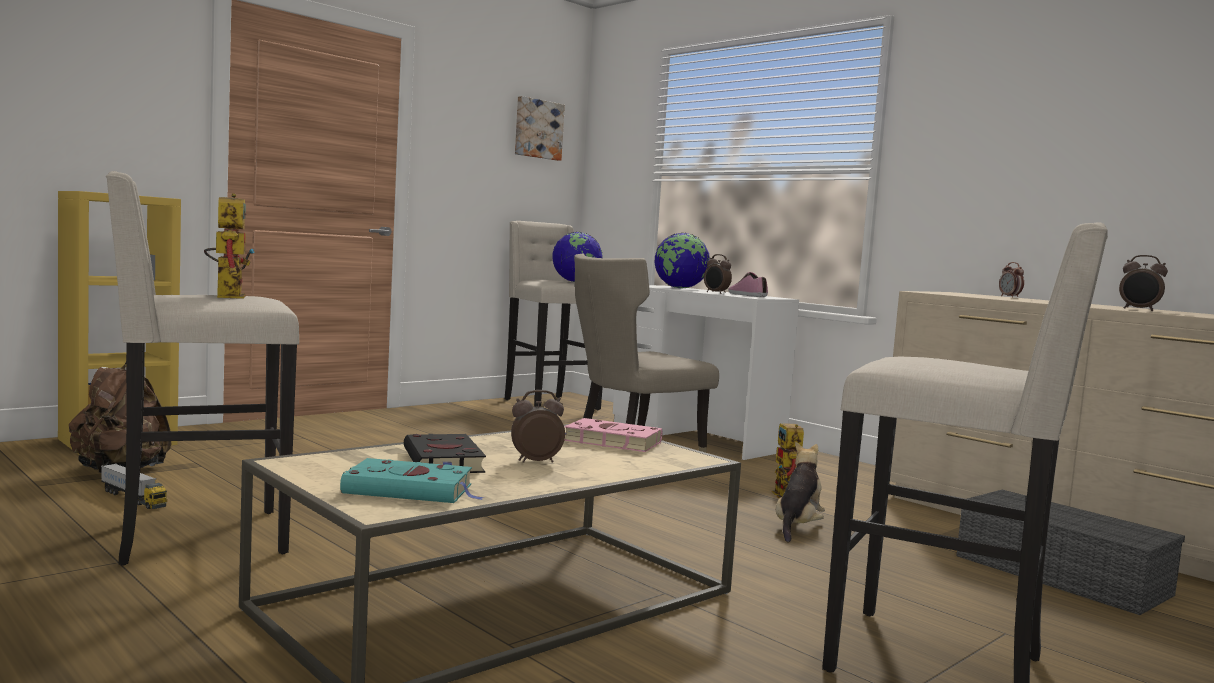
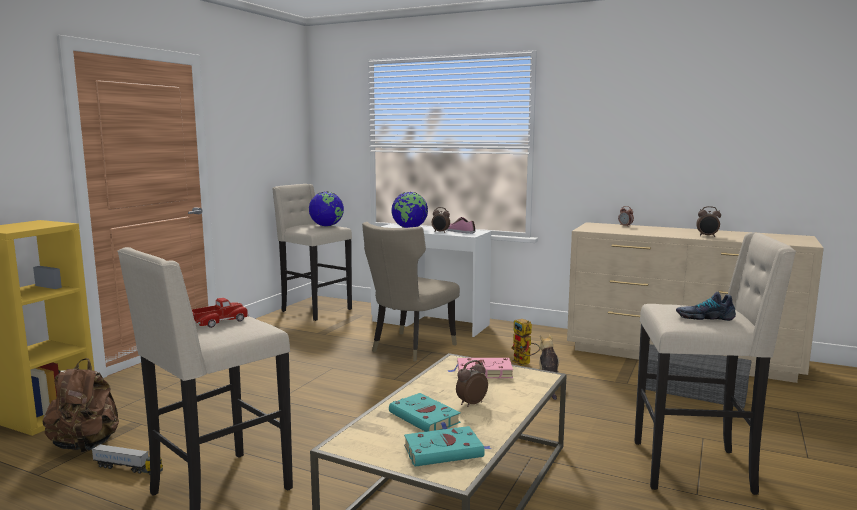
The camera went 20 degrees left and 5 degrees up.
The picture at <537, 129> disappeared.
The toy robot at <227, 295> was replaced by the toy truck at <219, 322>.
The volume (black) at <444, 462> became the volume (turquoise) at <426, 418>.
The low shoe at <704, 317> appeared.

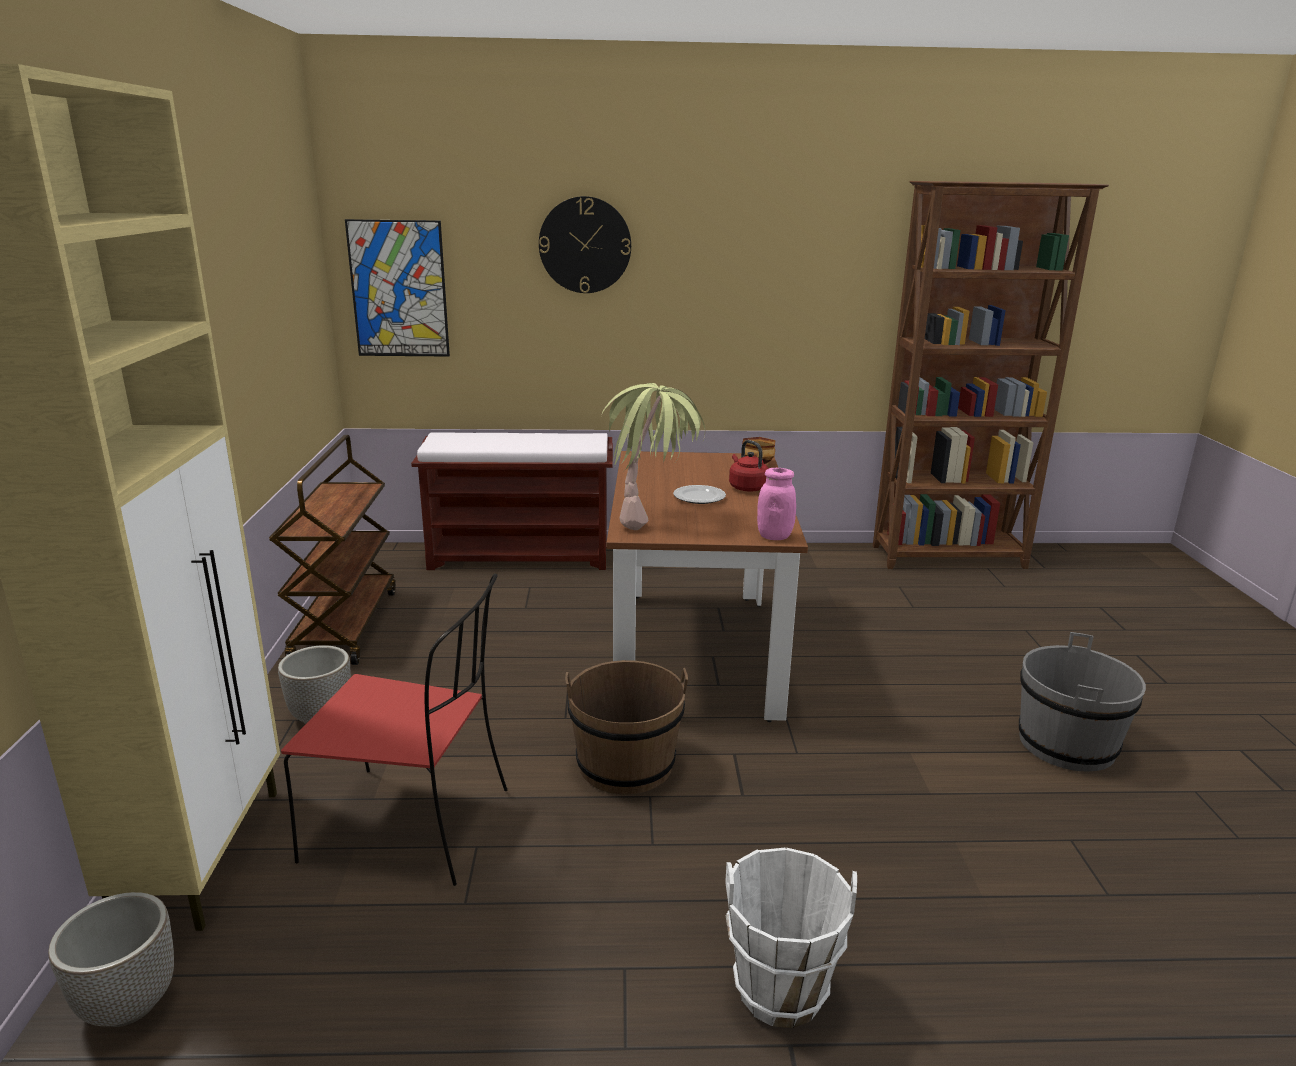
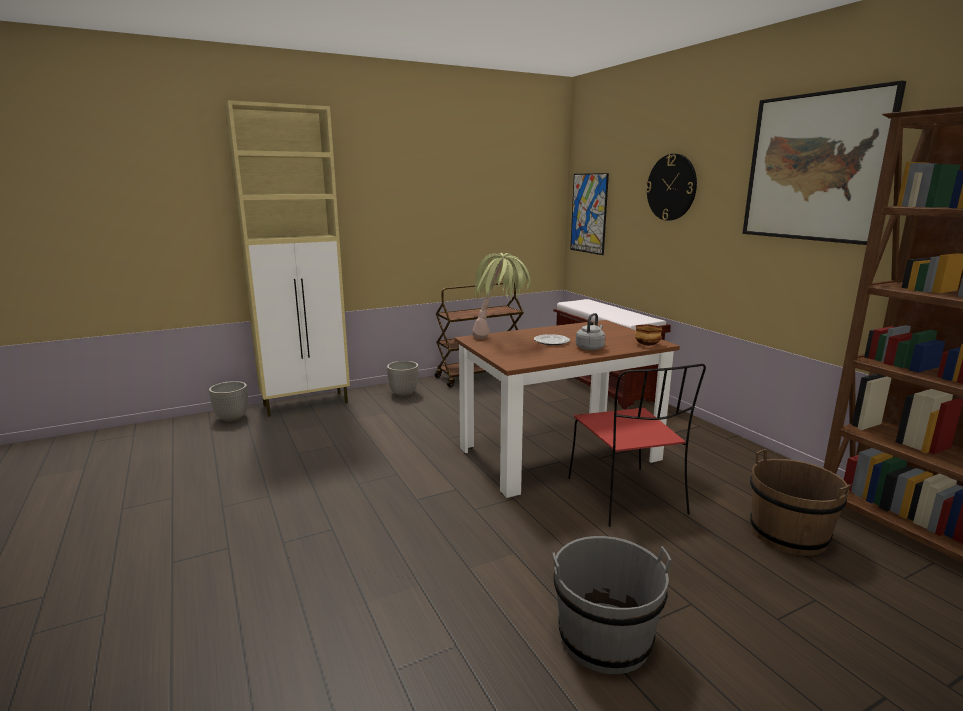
The camera went 65 degrees right and 5 degrees down.
The water kettle (red) at <746, 487> became the water kettle (gray) at <590, 348>.
The storage jar (pink-coloured) at <774, 536> disappeared.
The plain chair (red) moved from <413, 825> to <627, 497>.
The bucket (brown) moved from <625, 764> to <788, 534>.
The bucket (whitish) at <780, 990> disappeared.
The picture at <815, 167> appeared.

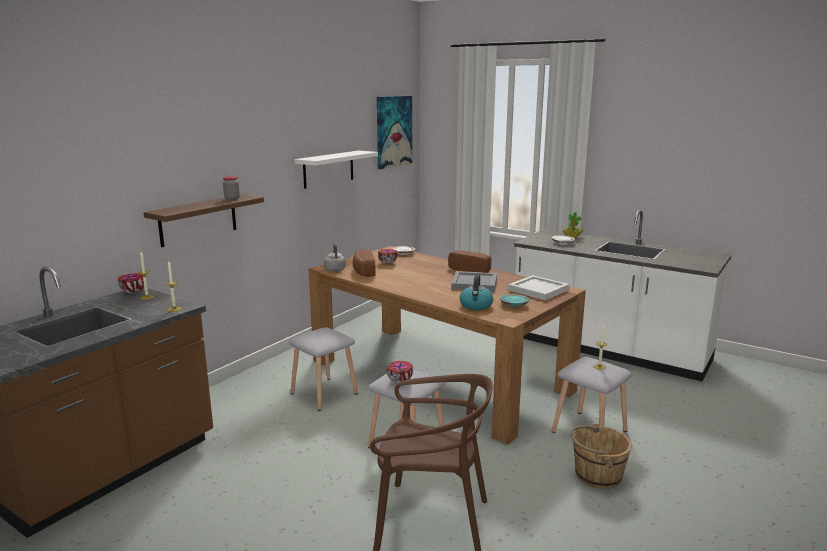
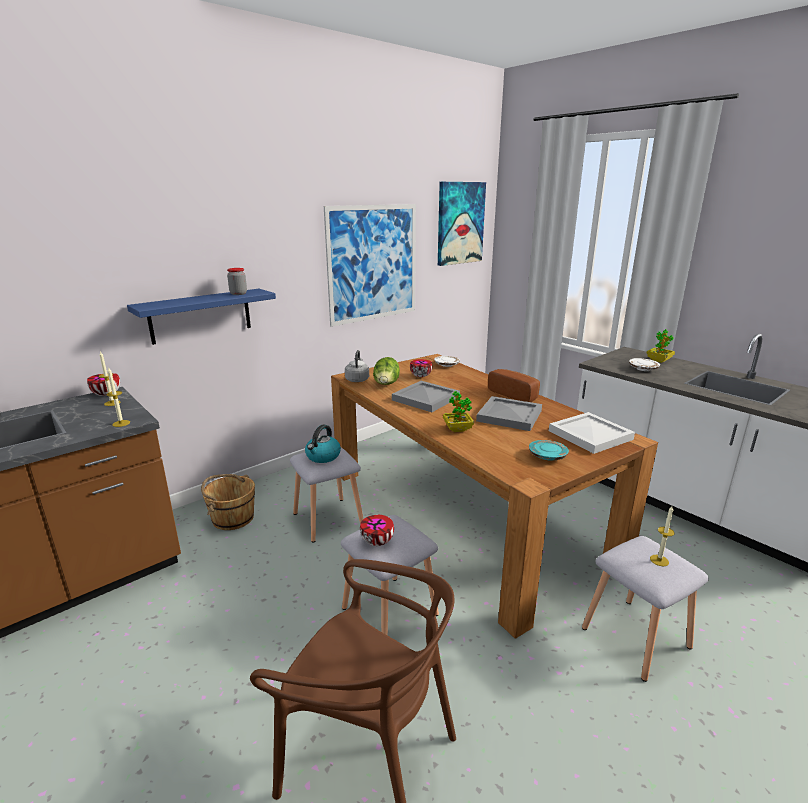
The camera went 15 degrees right and 5 degrees up.
The bracket shelf (whitish) at <328, 169> was replaced by the picture at <373, 263>.
The bracket shelf (brown) at <198, 220> became the bracket shelf (bluish) at <201, 316>.
The bakery bread at <363, 271> was replaced by the lettuce head at <386, 385>.
The water kettle moved from <476, 306> to <323, 456>.
The bucket (brown) moved from <597, 474> to <232, 518>.
The carrying tray (gray) at <425, 398> appeared.
The plant in a pot at <457, 429> appeared.

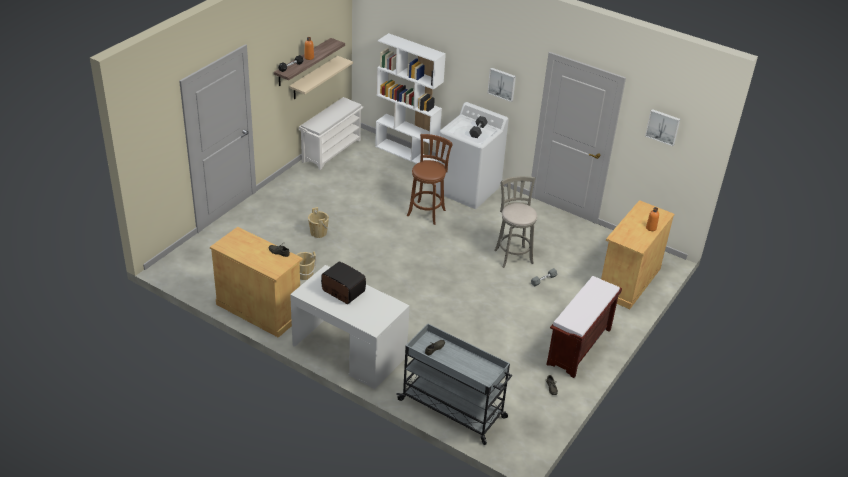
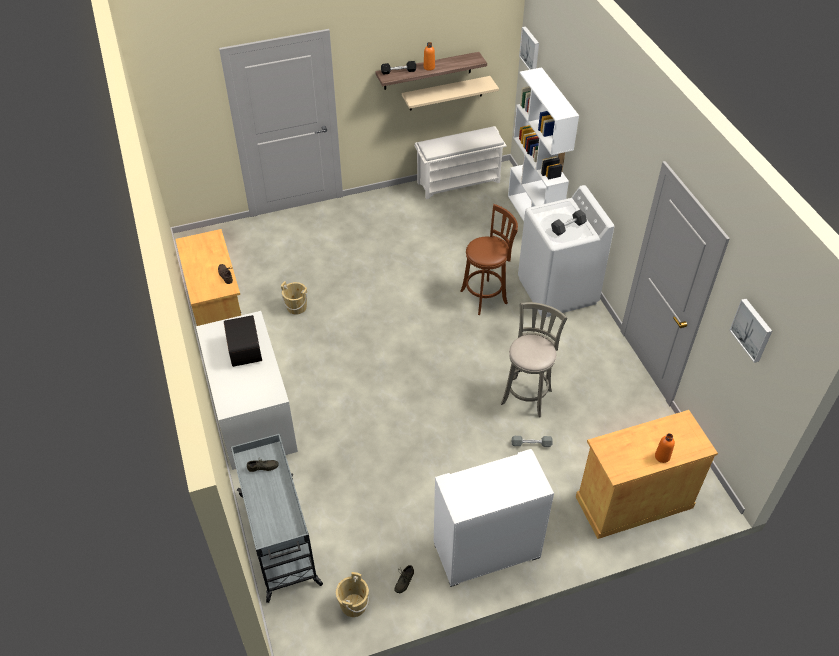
The camera went 40 degrees right and 10 degrees up.
The picture moved from <502, 84> to <530, 49>.
The bucket (sand-coloured) moved from <318, 232> to <353, 605>.
The indoor bench (brown) at <579, 347> was replaced by the cupboard (whitish) at <486, 551>.

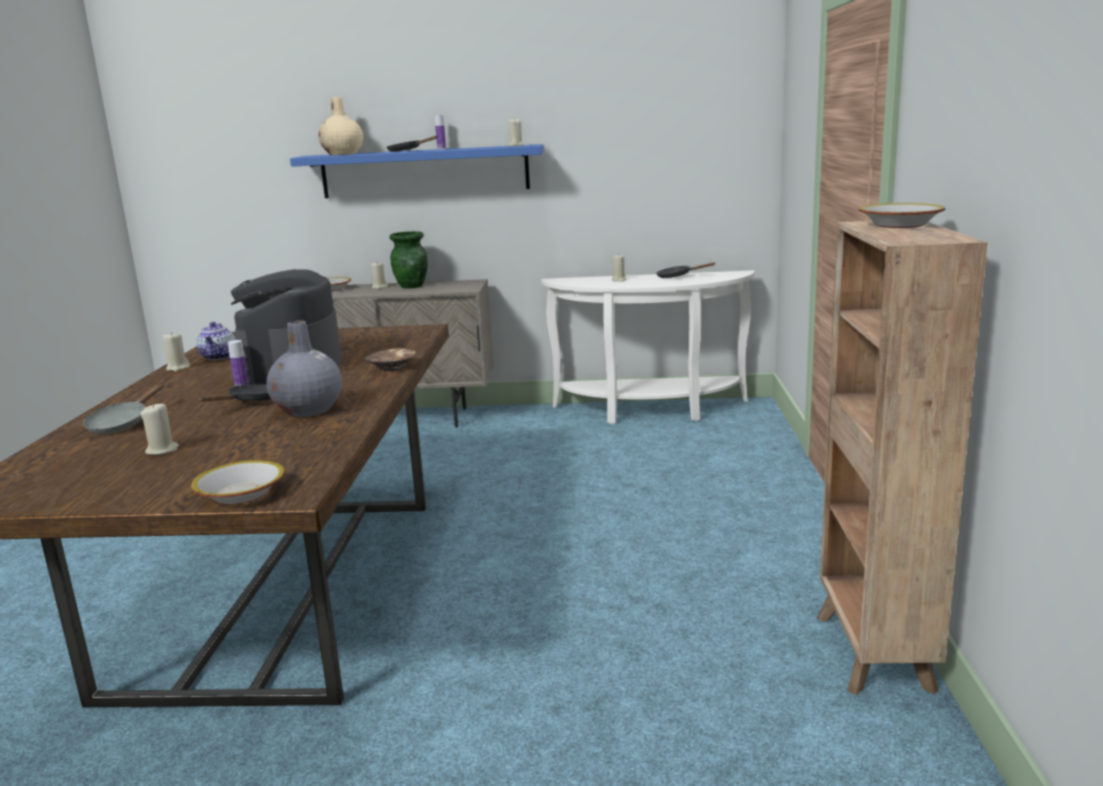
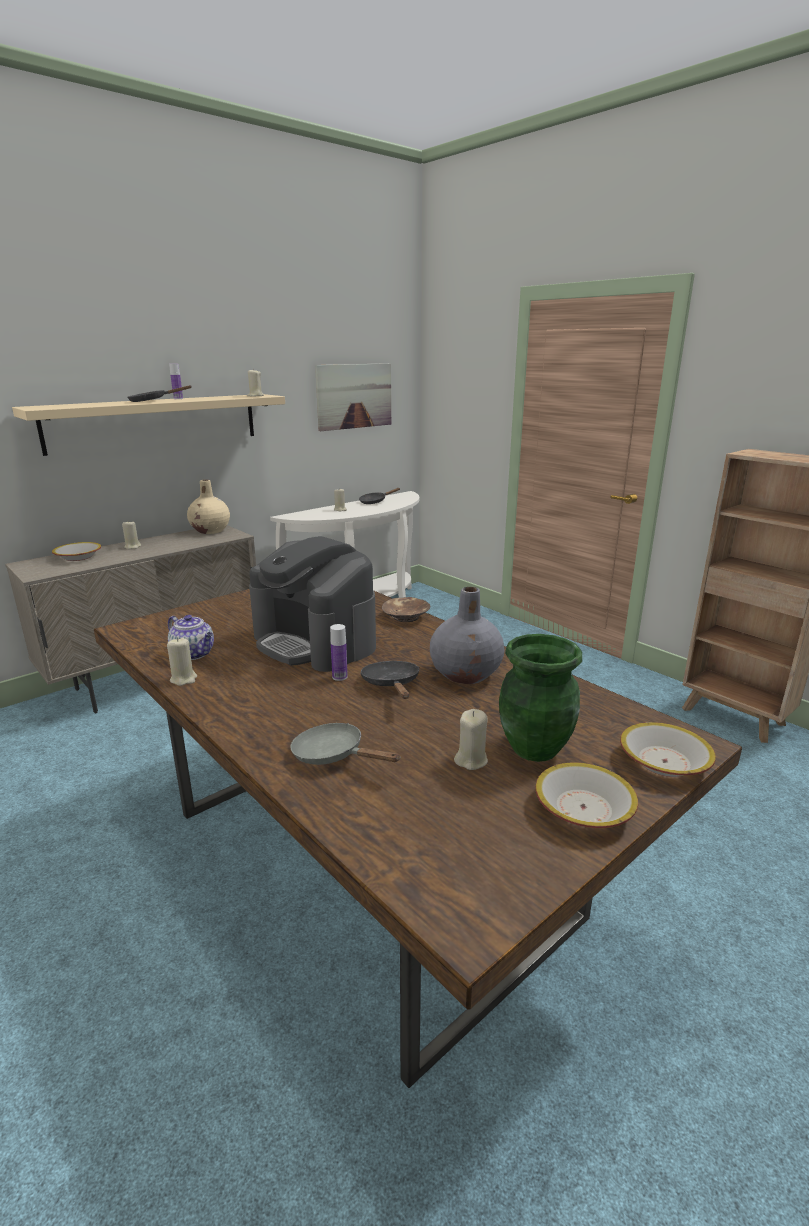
The camera went 45 degrees left and 5 degrees up.
The decorative vase (sand-coloured) moved from <343, 154> to <210, 530>.
The bracket shelf (bluish) at <424, 171> became the bracket shelf (sand-coloured) at <155, 422>.
The bowl moved from <900, 225> to <583, 808>.
The decorative vase (green) moved from <412, 286> to <535, 748>.
The frying pan (gray) at <122, 424> turned 150 degrees clockwise.
The picture at <354, 396> appeared.

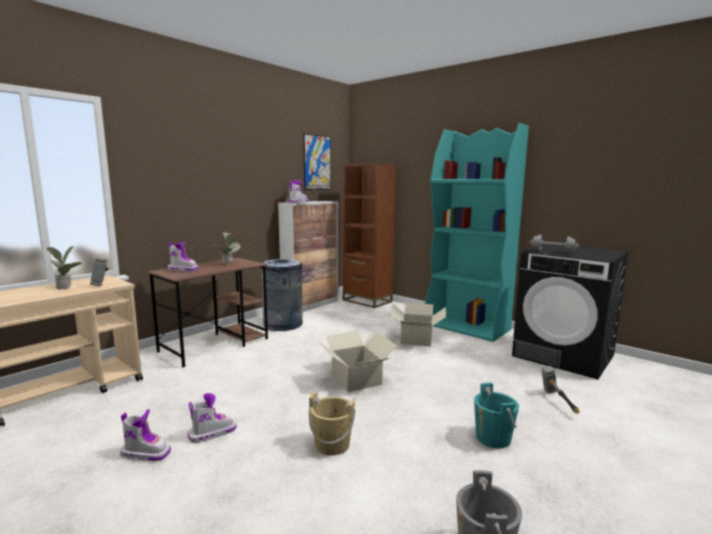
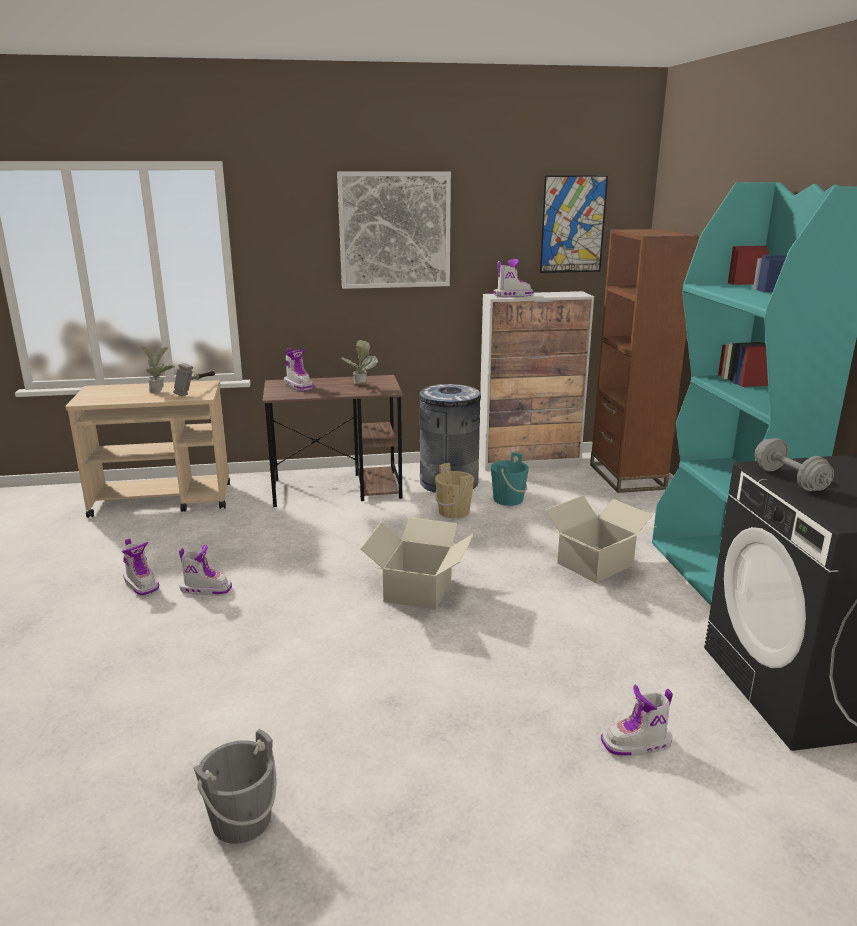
The camera went 40 degrees right and 10 degrees up.
The tool hammer at <558, 402> was replaced by the boot at <637, 744>.
The bucket (turquoise) moved from <493, 438> to <508, 499>.
The bucket (sand-coloured) moved from <332, 444> to <454, 511>.
The picture at <395, 230> appeared.

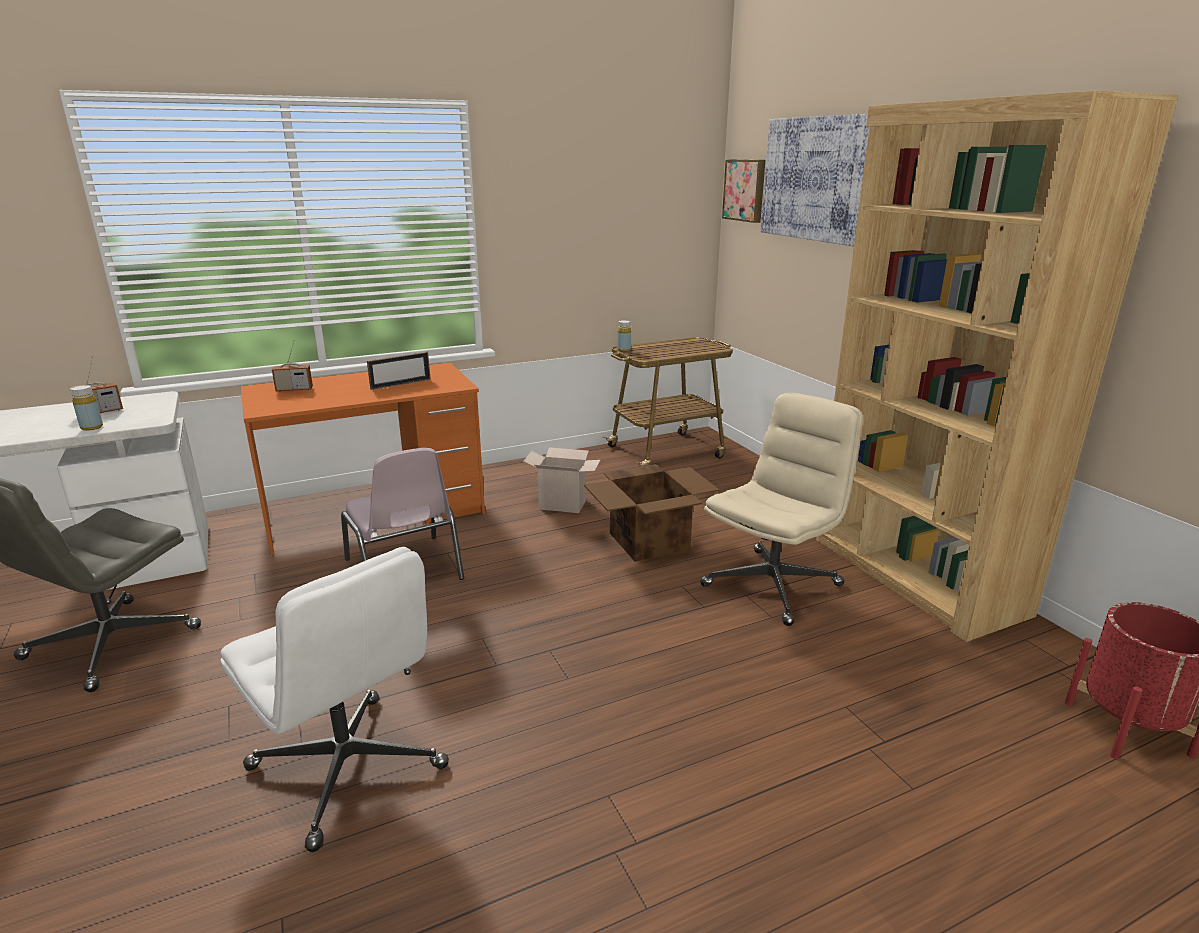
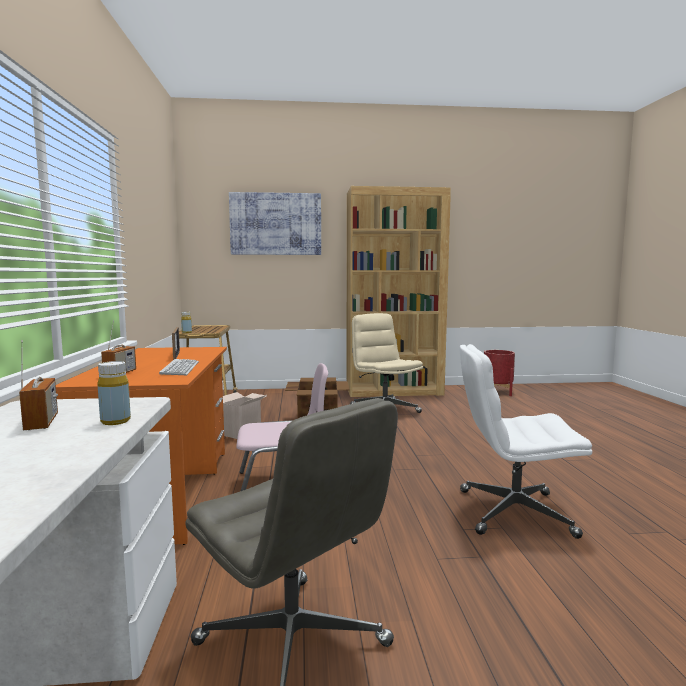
The camera went 70 degrees left and 15 degrees down.
The picture at <745, 190> disappeared.
The computer chair (whitish) at <349, 768> turned 150 degrees counterclockwise.
The computer keyboard at <180, 368> appeared.

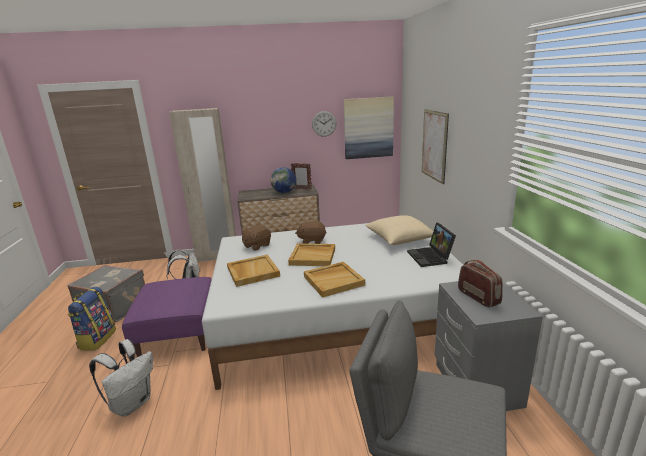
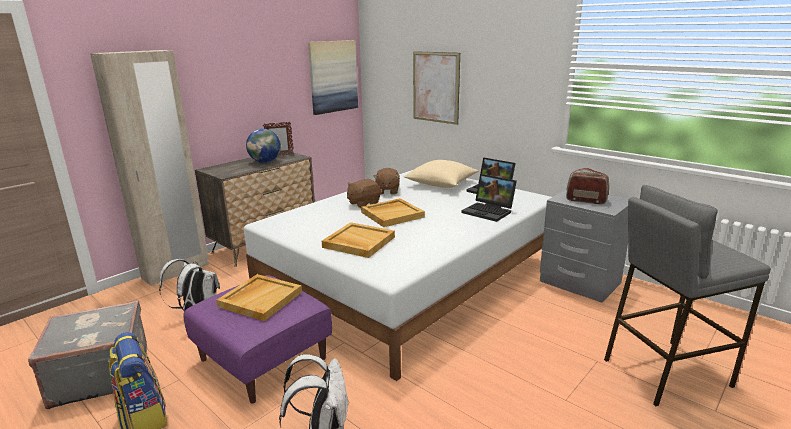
The camera went 40 degrees left and 0 degrees up.
The hanging clock at <324, 123> disappeared.
The soft toy (brown) moved from <256, 246> to <387, 191>.
The carrying tray (sand-coloured) moved from <334, 280> to <260, 299>.
The notebook computer at <489, 211> appeared.

